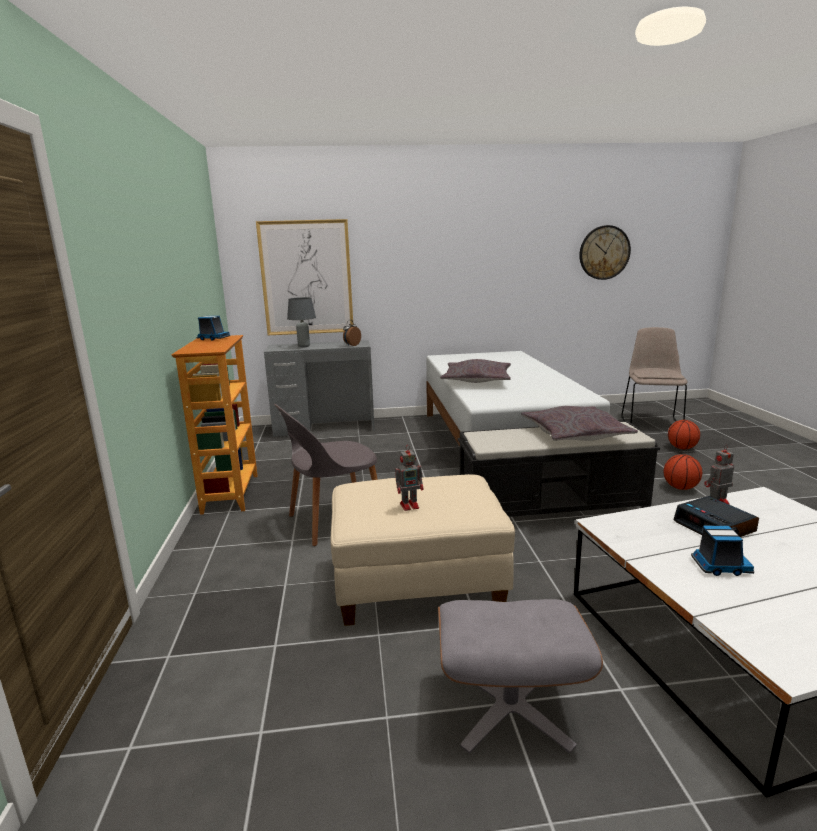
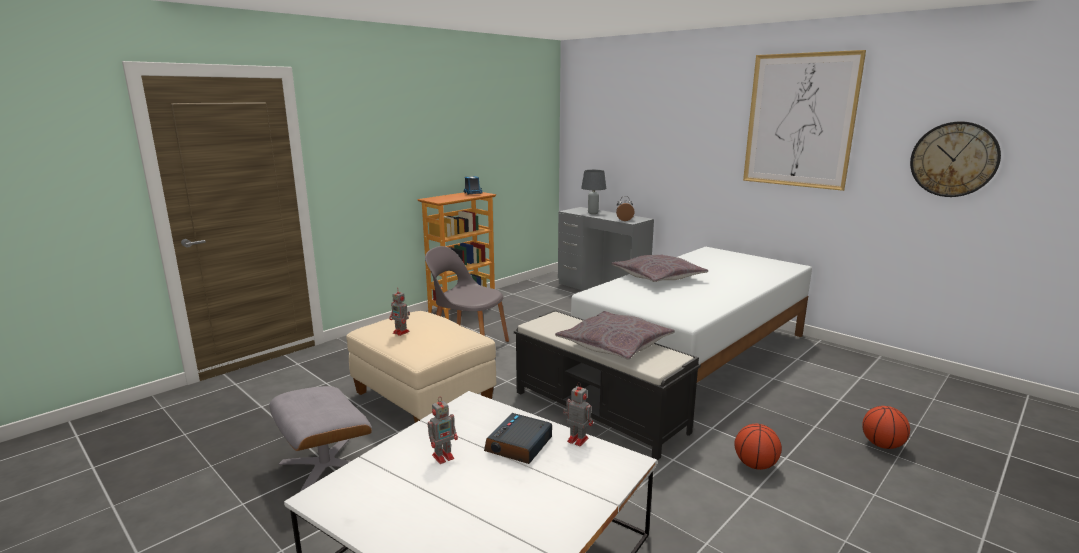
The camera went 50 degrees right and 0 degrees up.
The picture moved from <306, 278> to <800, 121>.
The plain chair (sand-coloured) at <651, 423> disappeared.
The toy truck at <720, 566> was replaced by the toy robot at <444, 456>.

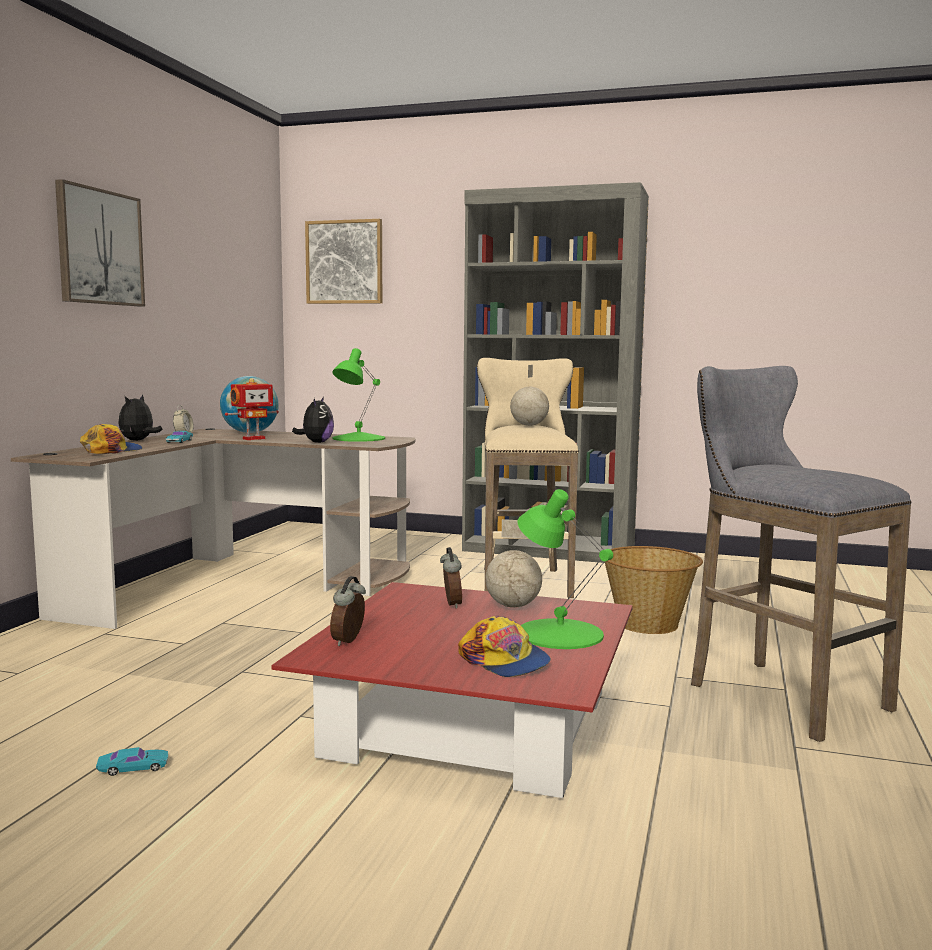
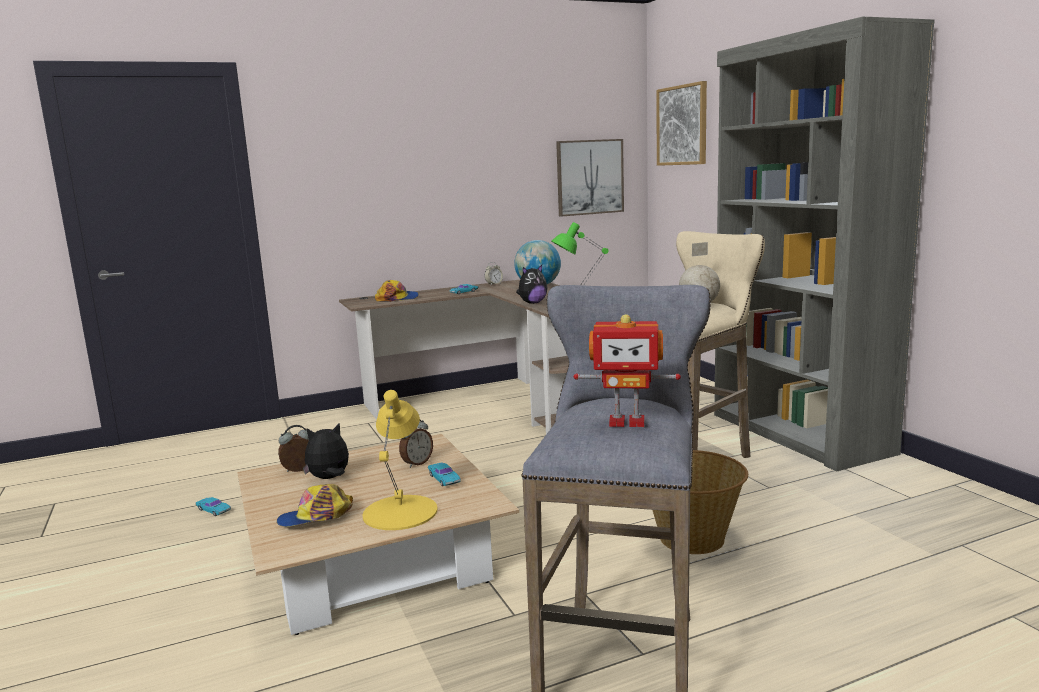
The camera went 50 degrees right and 5 degrees up.
The picture moved from <99, 247> to <589, 177>.
The toy robot moved from <253, 439> to <627, 422>.
The soft toy moved from <138, 440> to <329, 478>.
The lamp for a table (green) at <559, 633> became the lamp for a table (yellow) at <401, 512>.
The globe at <512, 606> was replaced by the miniature car (turquoise) at <444, 478>.
The lounge table (red) at <471, 725> became the lounge table (sand-coloured) at <373, 561>.
The cap at <504, 661> turned 60 degrees clockwise.

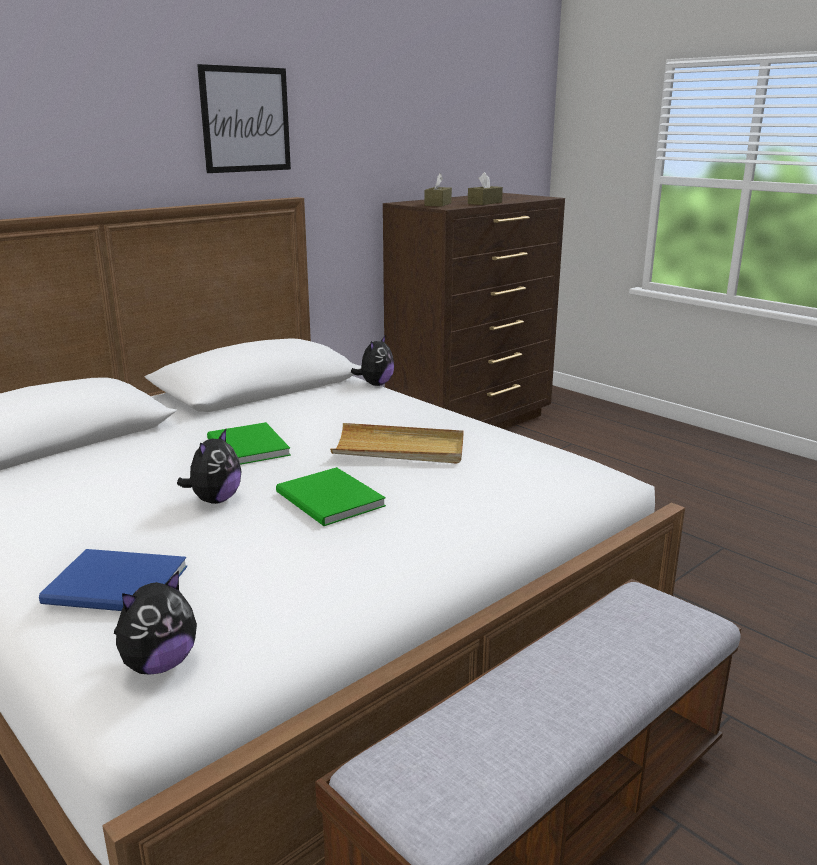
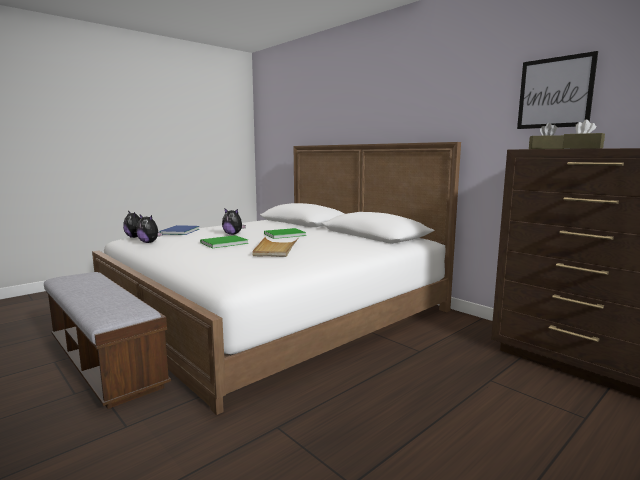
The camera went 90 degrees right and 10 degrees down.
The picture moved from <245, 120> to <555, 93>.
The soft toy moved from <375, 384> to <149, 242>.

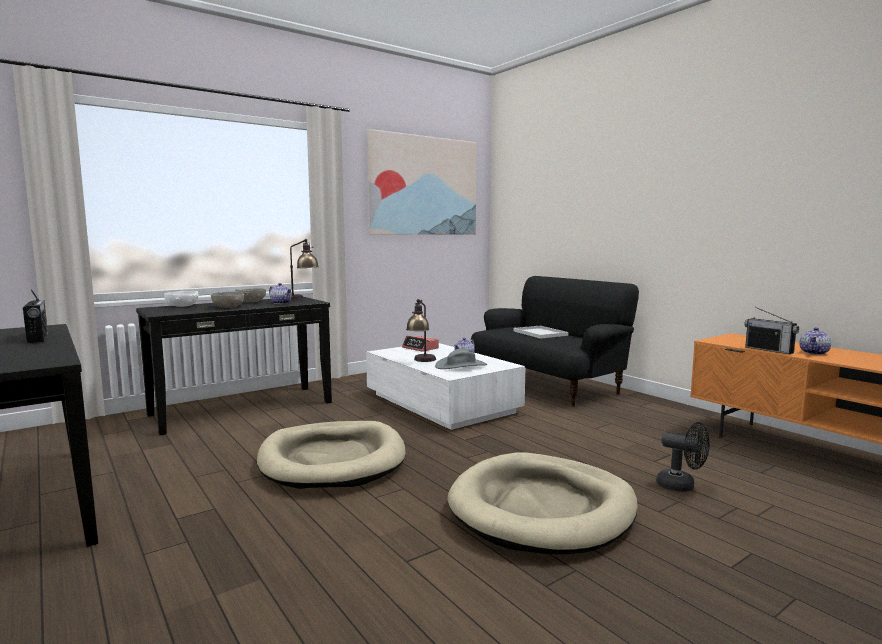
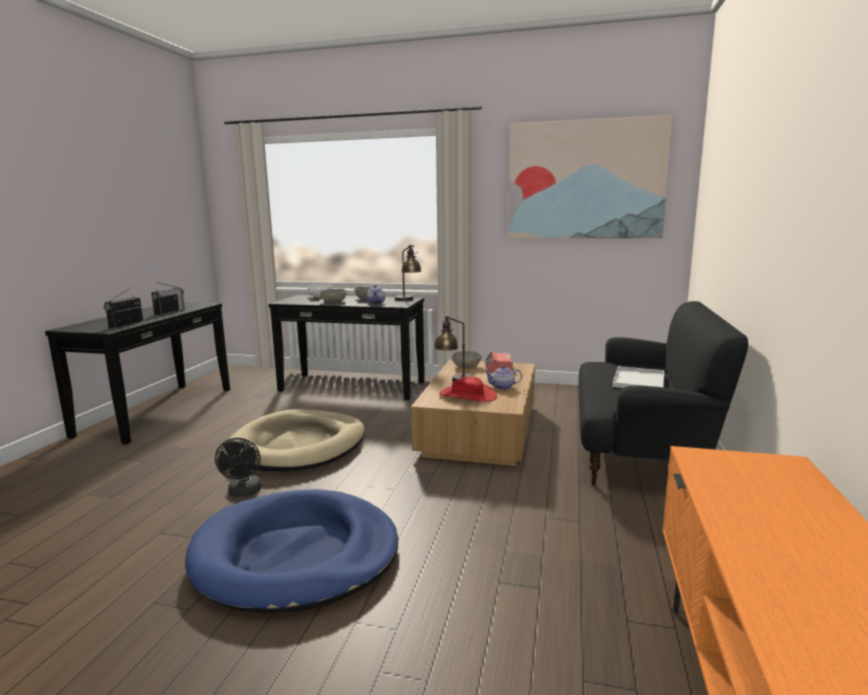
The camera went 50 degrees right and 5 degrees up.
The radio set moved from <769, 350> to <126, 324>.
The tea pot at <814, 353> disappeared.
The lounge table (whitish) at <441, 403> became the lounge table (brown) at <479, 430>.
The hat (gray) at <461, 366> became the hat (red) at <467, 395>.
The fan (black) moved from <682, 486> to <244, 492>.
The pet bed (sand-coloured) at <542, 508> became the pet bed (bluish) at <296, 555>.
The bowl (gray) at <466, 366> appeared.

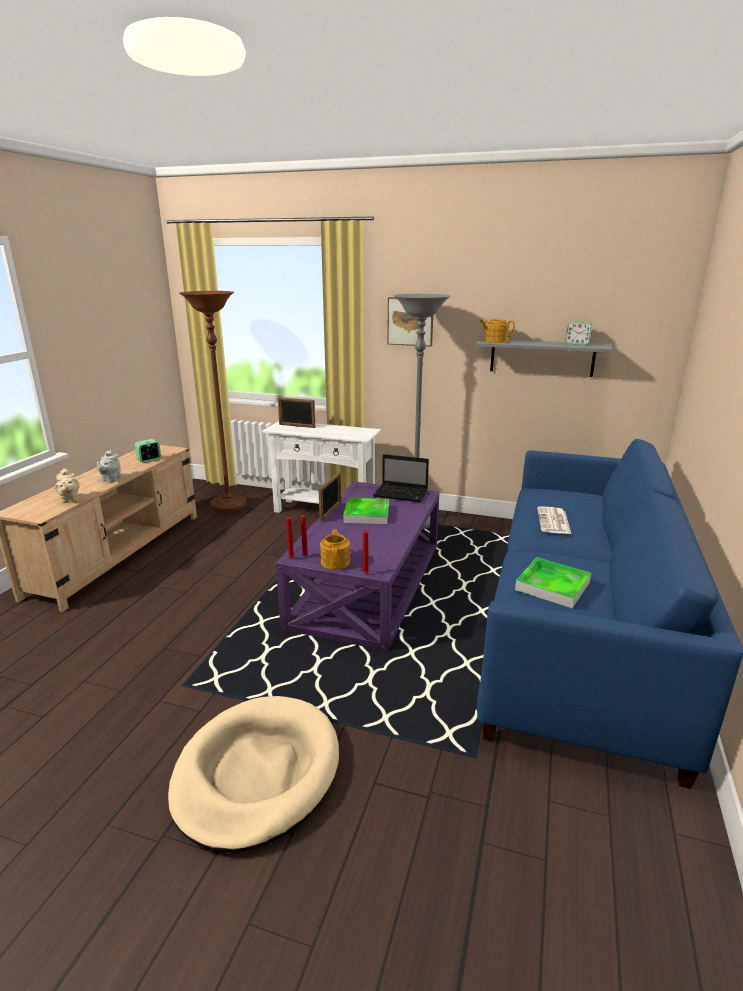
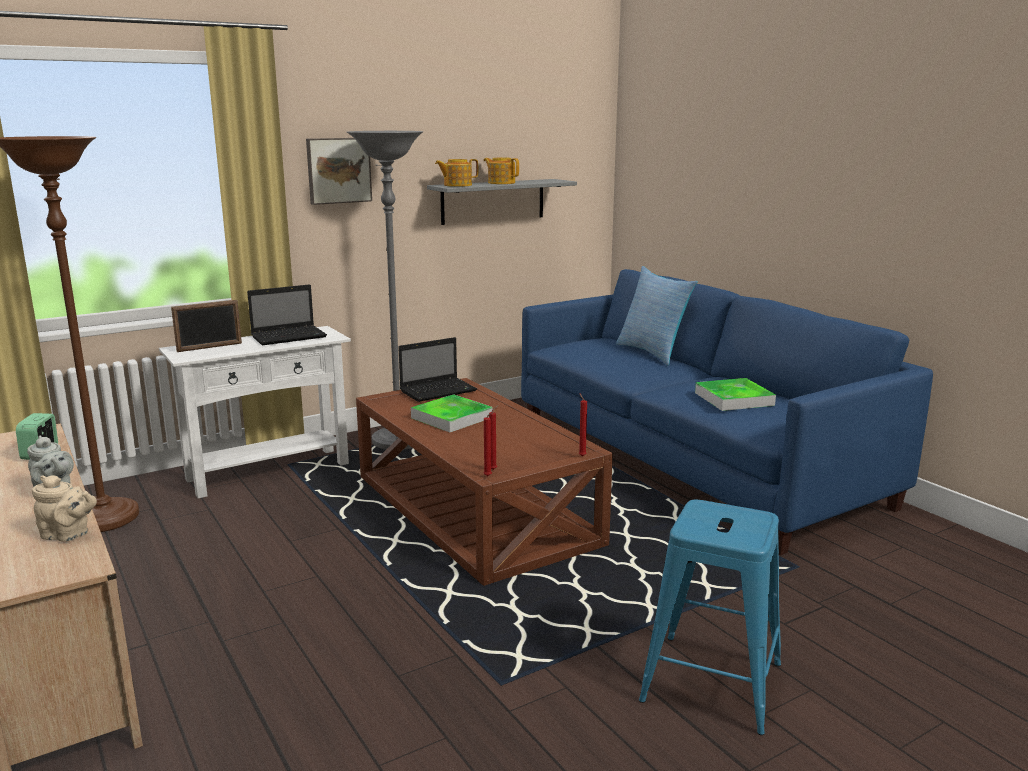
The camera went 50 degrees left and 5 degrees down.
The alarm clock at <577, 344> disappeared.
The standing frame at <330, 512> disappeared.
The lounge table (purple-coloured) at <369, 584> became the lounge table (brown) at <476, 509>.
The newspaper at <554, 521> disappeared.
The tea pot moved from <335, 561> to <501, 183>.
The pet bed (sand-coloured) at <257, 773> was replaced by the stool (bluish) at <711, 682>.
The cushion at <653, 352> appeared.
The notebook computer at <290, 336> appeared.

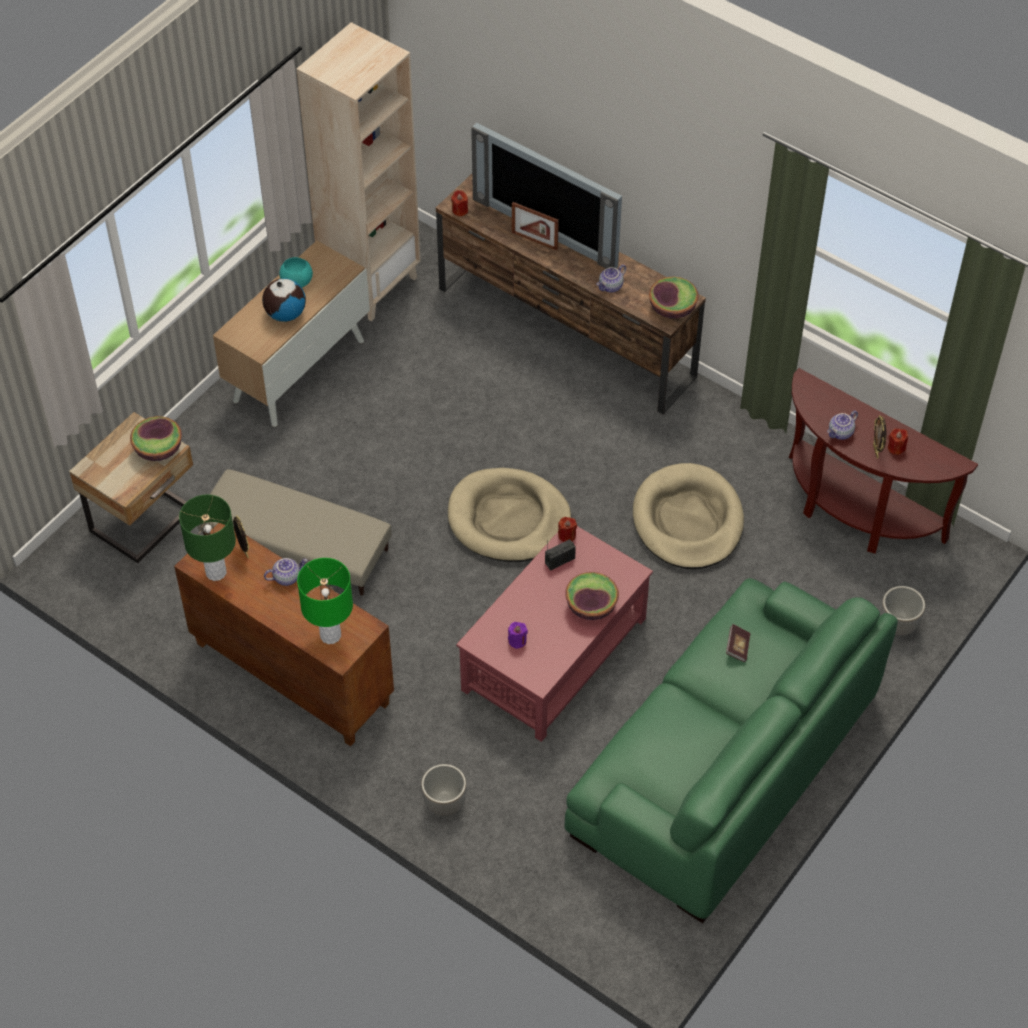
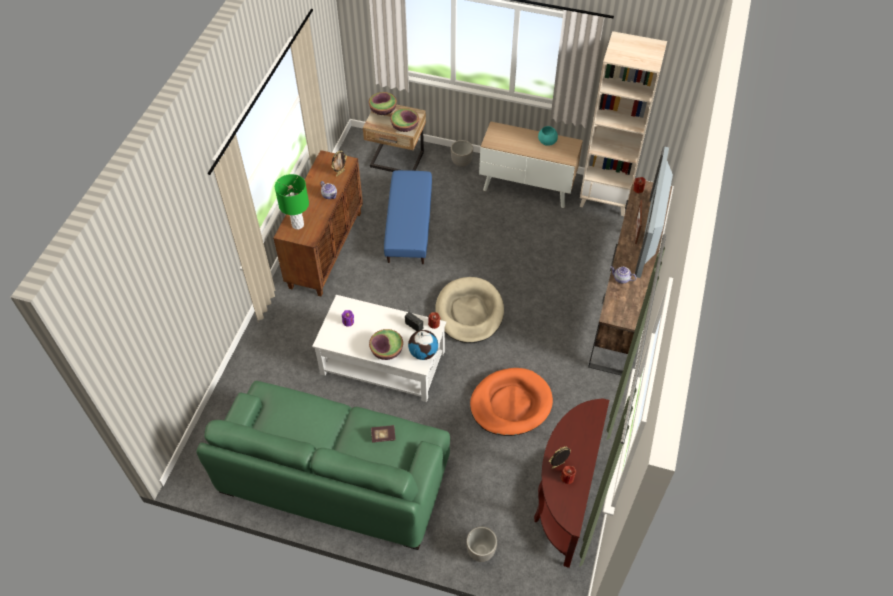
The camera went 70 degrees right and 0 degrees up.
The bowl moved from <672, 308> to <383, 110>.
The globe moved from <285, 314> to <423, 352>.
The tea pot at <841, 433> disappeared.
The pet bed (sand-coloured) at <687, 520> became the pet bed (orange) at <510, 404>.
The pouffe (sand-coloured) at <296, 544> became the pouffe (bluish) at <409, 224>.
The lamp for a table (green) at <216, 572> disappeared.
The lounge table (red) at <553, 654> became the lounge table (whitish) at <382, 362>.
The flower pot moved from <444, 803> to <461, 162>.

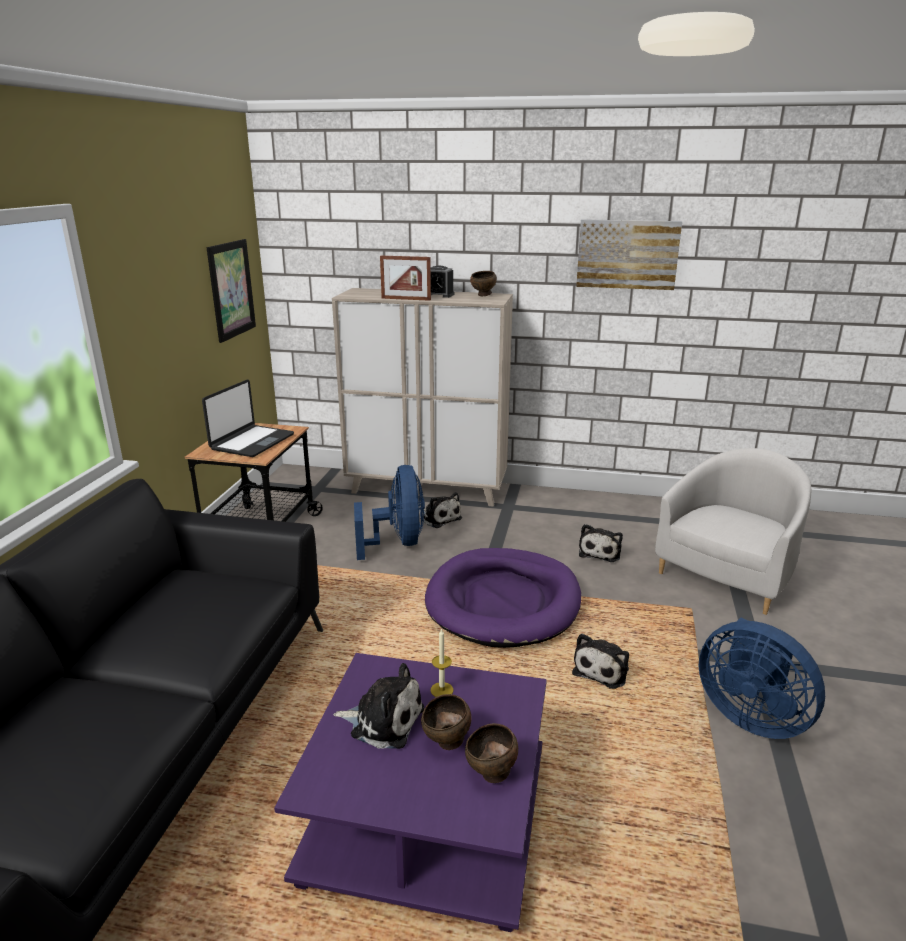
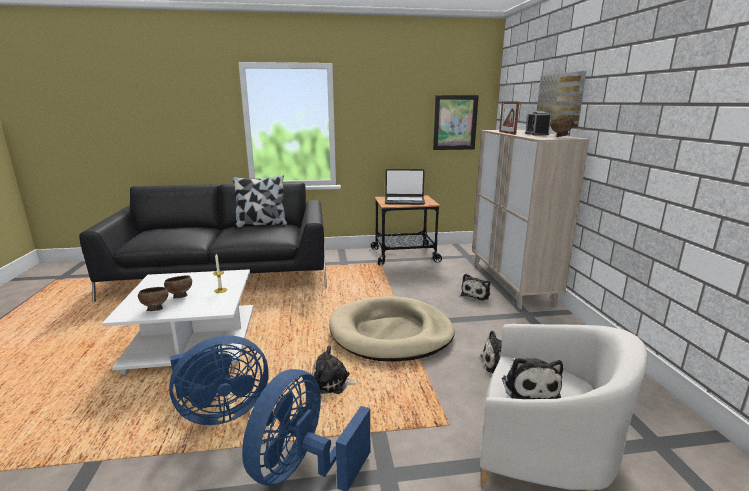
The camera went 70 degrees right and 5 degrees down.
The picture moved from <627, 254> to <560, 99>.
The fan (bluish) moved from <398, 543> to <220, 412>.
The pet bed (purple-coloured) at <503, 602> became the pet bed (sand-coloured) at <391, 333>.
The lounge table (purple-coloured) at <425, 816> became the lounge table (whitish) at <195, 341>.
The soft toy moved from <383, 720> to <529, 387>.
The cushion at <261, 224> appeared.

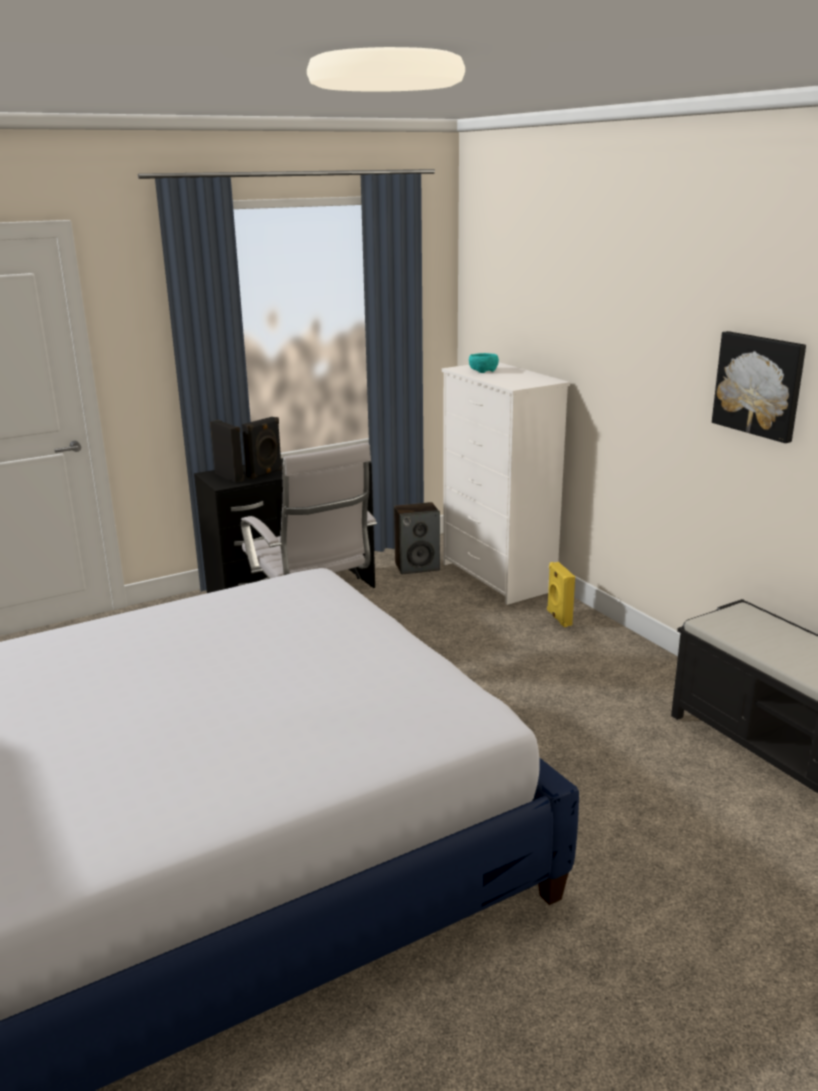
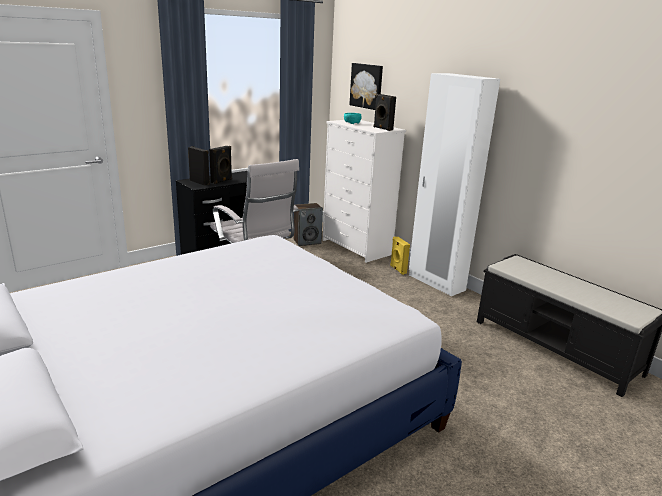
The camera went 10 degrees left and 0 degrees up.
The picture moved from <759, 385> to <367, 86>.
The clothes cupboard (whitish) at <436, 283> appeared.
The audio speaker (black) at <382, 128> appeared.

